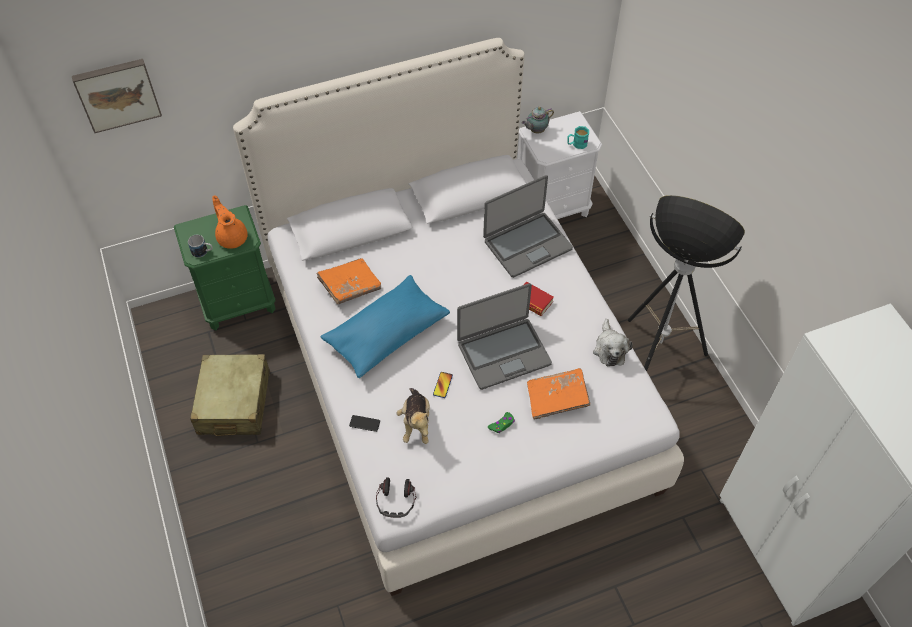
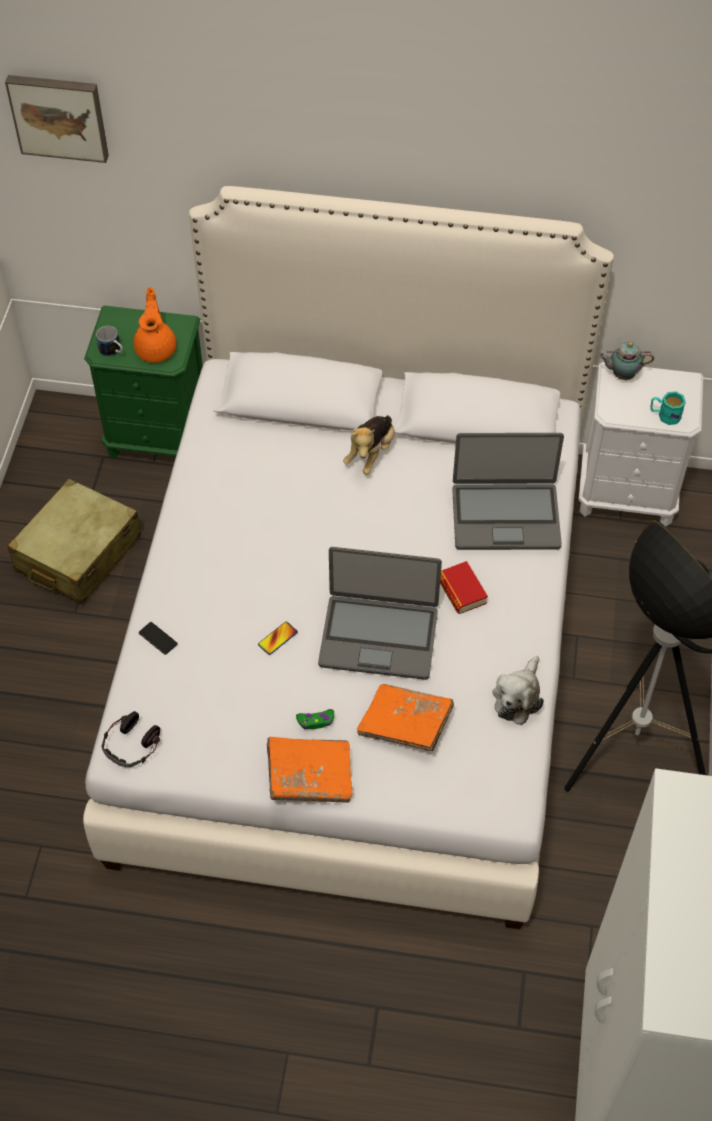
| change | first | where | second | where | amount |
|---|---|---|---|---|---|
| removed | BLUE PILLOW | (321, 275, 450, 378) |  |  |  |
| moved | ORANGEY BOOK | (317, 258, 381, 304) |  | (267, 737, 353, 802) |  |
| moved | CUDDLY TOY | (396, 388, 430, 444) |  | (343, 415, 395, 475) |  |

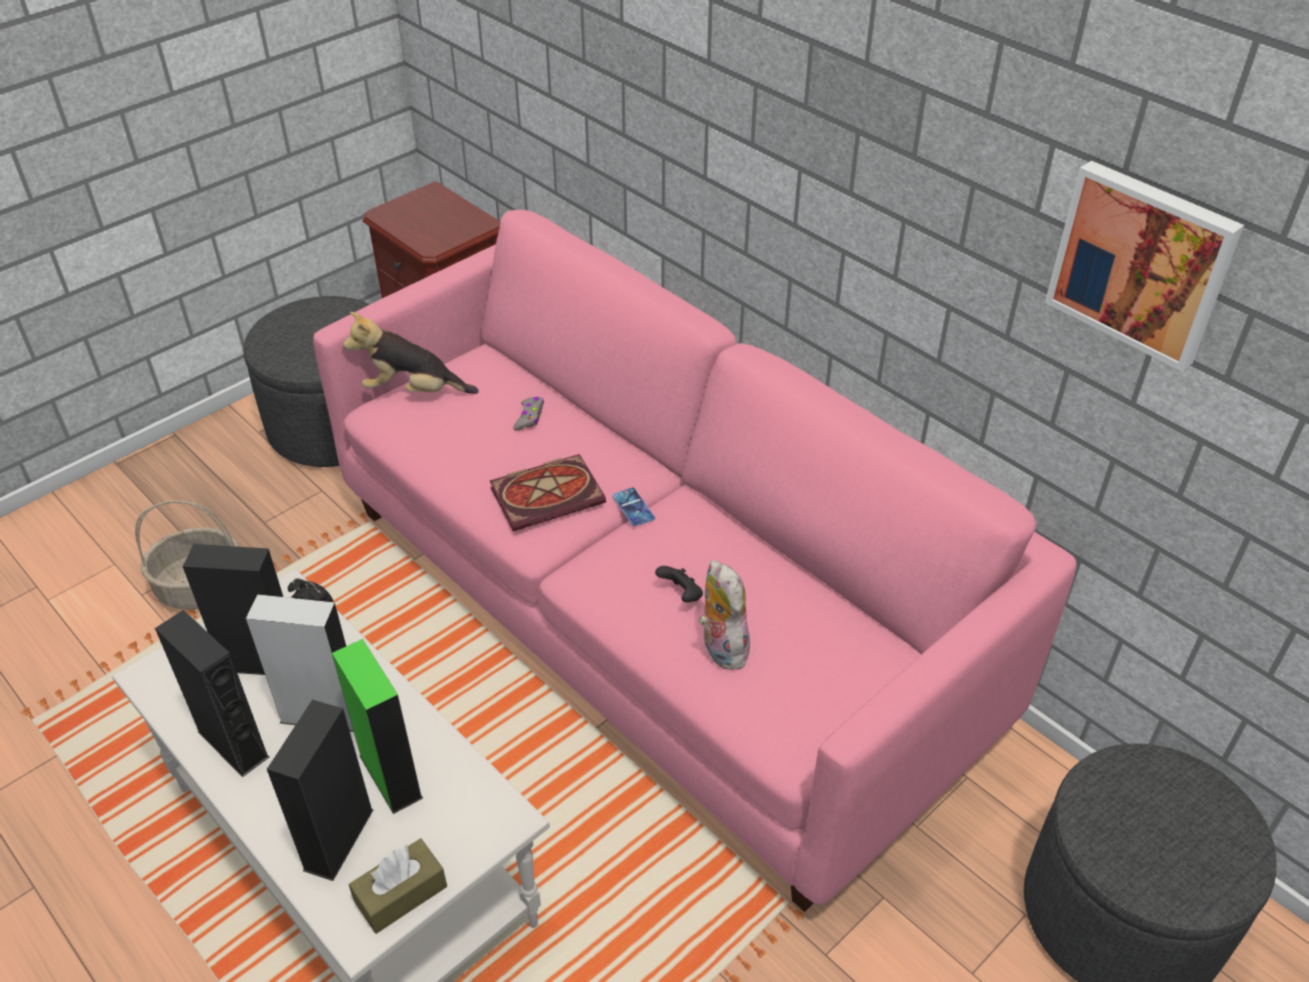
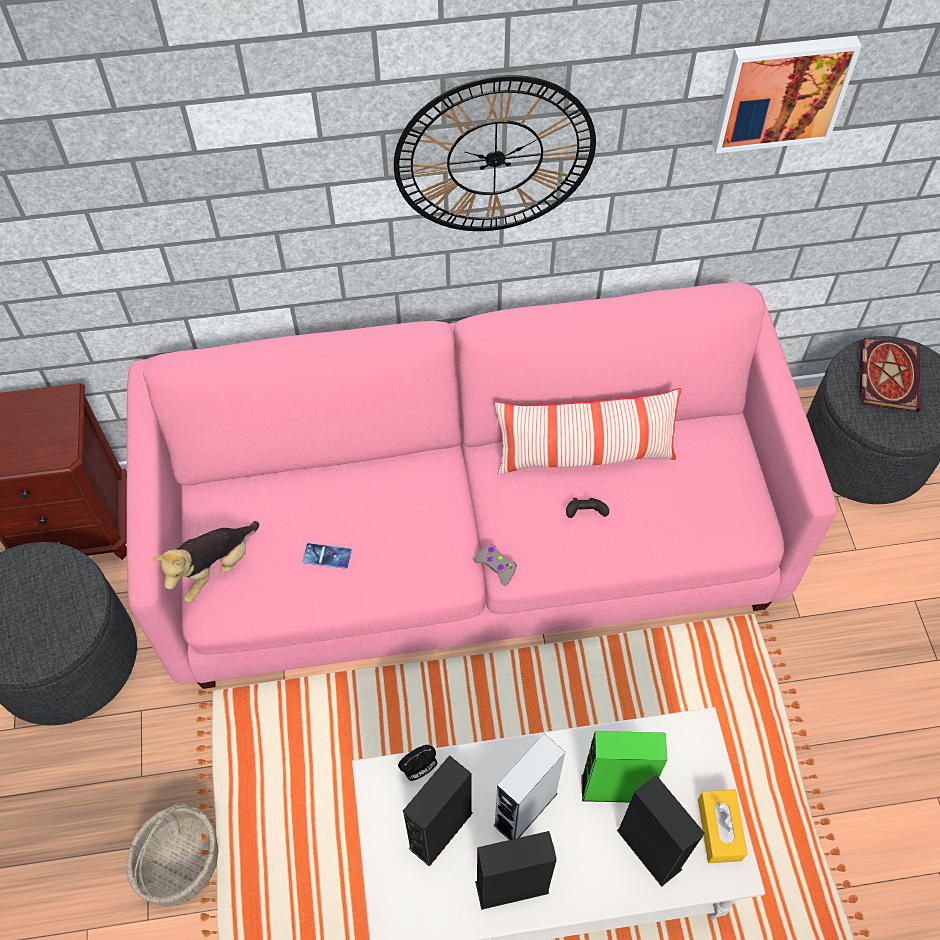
| change | first | where | second | where | amount |
|---|---|---|---|---|---|
| removed | CUDDLY TOY | (699, 560, 751, 670) |  |  |  |
| added |  |  | WALL CLOCK | (394, 75, 596, 231) |  |
| added |  |  | PILLOW | (495, 388, 681, 475) |  |
| moved | BOOK | (490, 454, 606, 531) |  | (860, 338, 921, 412) |  |
| moved | GREYISH JOYPAD | (513, 397, 544, 430) |  | (474, 544, 517, 586) |  |
| moved | HANDSET | (612, 487, 655, 527) |  | (303, 543, 352, 569) |  |
| recoloured | BROWNISH TISSUE HOLDER | (349, 839, 447, 934) | YELLOWISH TISSUE HOLDER | (698, 789, 748, 863) |  |

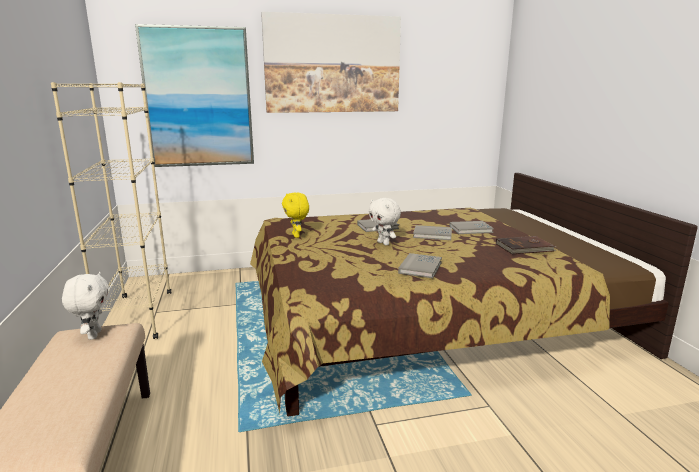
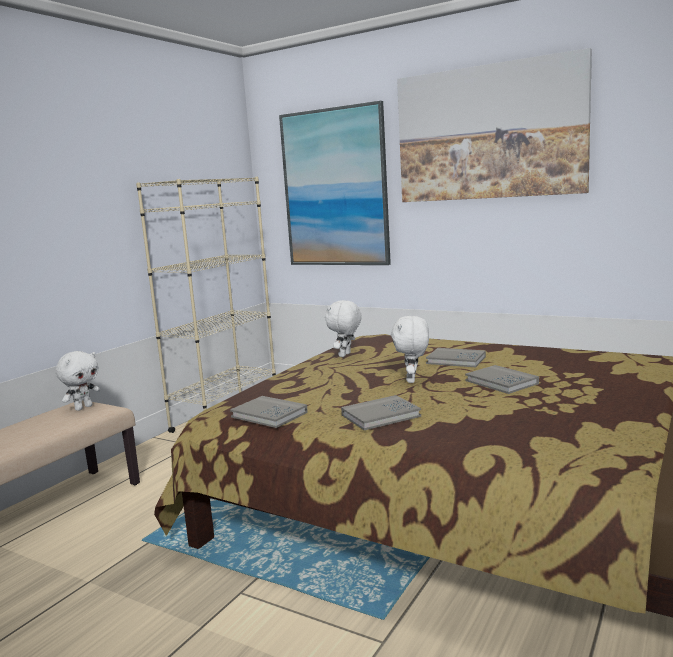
| change | first | where | second | where | amount |
|---|---|---|---|---|---|
| removed | BROWNISH BOOK | (496, 236, 557, 254) |  |  |  |
| moved | GREYISH BOOK | (449, 221, 494, 234) |  | (230, 396, 308, 428) |  |
| recoloured | YELLOWISH CUDDLY TOY | (282, 192, 309, 238) | WHITISH CUDDLY TOY | (325, 300, 362, 357) |  |

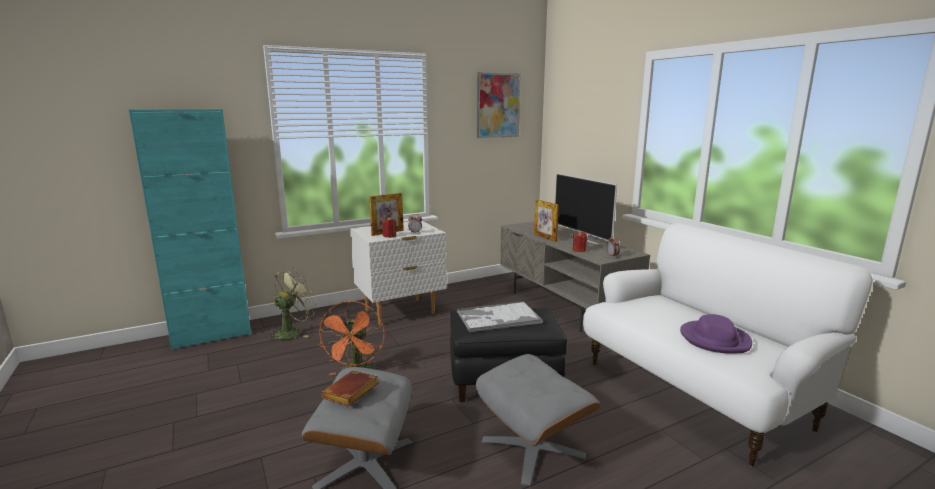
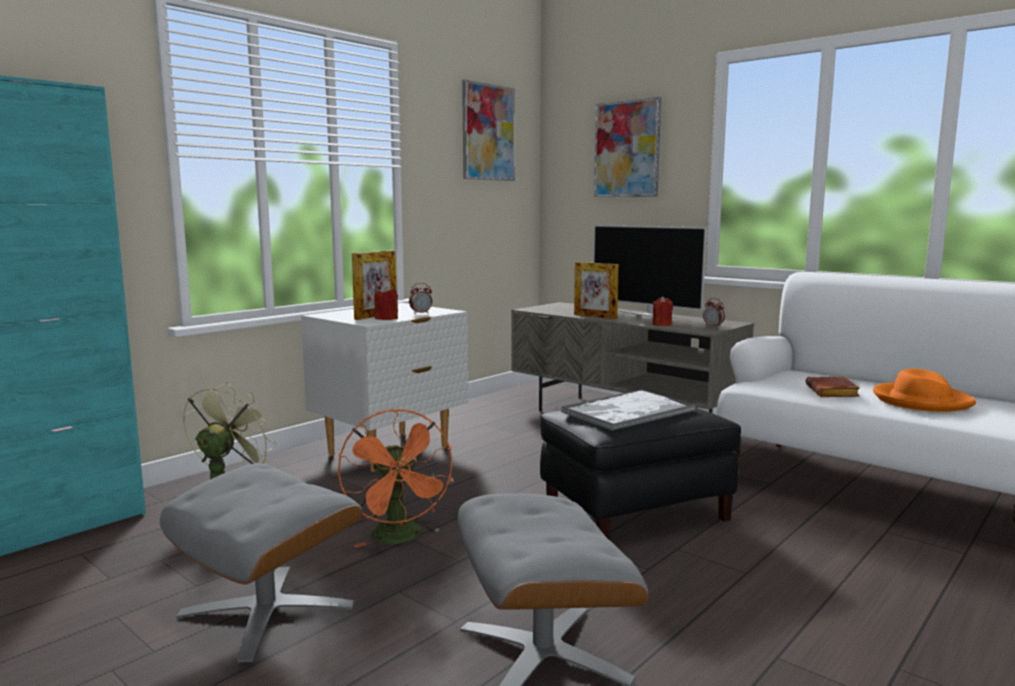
| change | first | where | second | where | amount |
|---|---|---|---|---|---|
| added |  |  | PICTURE | (594, 97, 661, 197) |  |
| moved | BROWNISH BOOK | (321, 370, 378, 406) |  | (806, 376, 860, 397) |  |
| moved | GREYISH OTTOMAN | (476, 354, 601, 486) |  | (160, 463, 363, 663) |  |
| recoloured | PURPLE HAT | (680, 314, 752, 354) | ORANGEY HAT | (873, 369, 976, 412) |  |

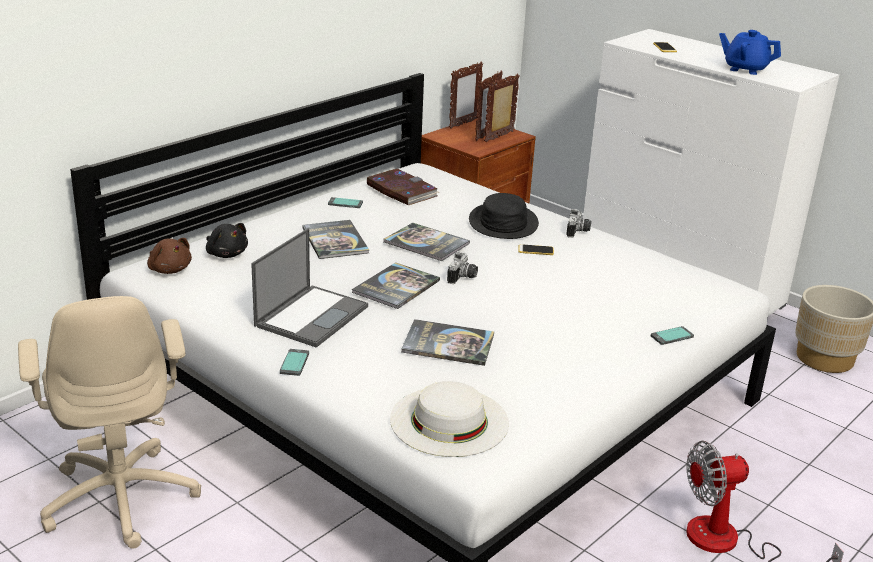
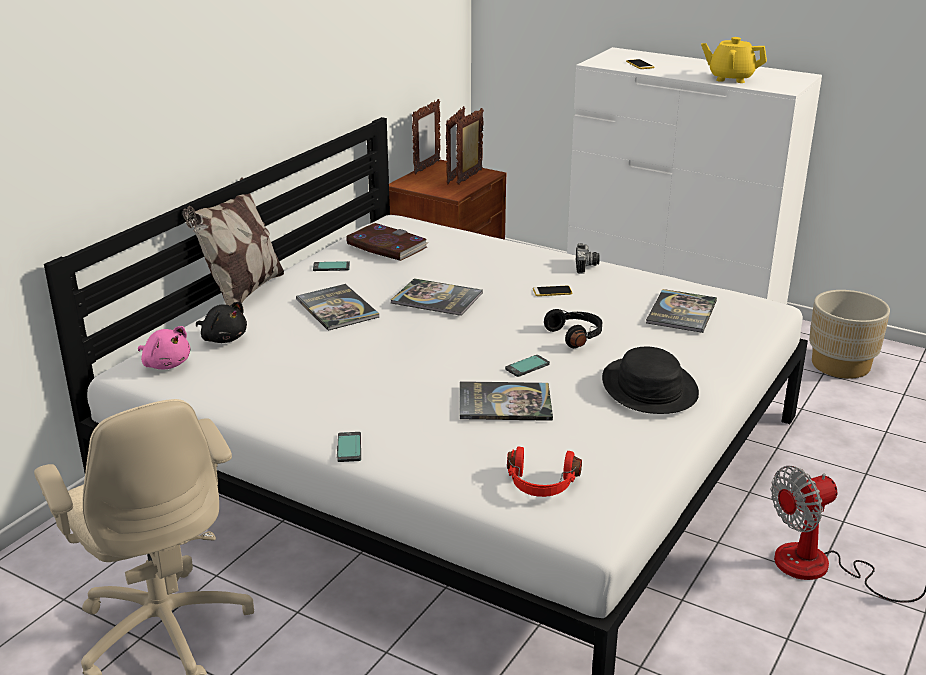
| change | first | where | second | where | amount |
|---|---|---|---|---|---|
| removed | PORTABLE COMPUTER | (251, 228, 368, 348) |  |  |  |
| removed | PHOTO CAMERA | (447, 252, 478, 284) |  |  |  |
| added |  |  | PILLOW | (183, 177, 284, 306) |  |
| added |  |  | BLACK-COLOURED PAIR OF HEADPHONES | (544, 309, 602, 348) |  |
| moved | BOOK | (352, 262, 440, 309) |  | (646, 289, 717, 333) |  |
| moved | BLACK-COLOURED HAT | (469, 193, 539, 239) |  | (602, 347, 699, 414) |  |
| moved | HANDSET | (651, 326, 694, 345) |  | (505, 355, 550, 377) |  |
| replaced | WHITISH HAT | (390, 381, 509, 457) | RED PAIR OF HEADPHONES | (507, 447, 582, 497) |  |
| recoloured | BROWNISH CUDDLY TOY | (147, 238, 192, 274) | PINK-COLOURED CUDDLY TOY | (138, 326, 190, 369) |  |
| recoloured | BLUE POT FOR TEA | (719, 30, 781, 75) | YELLOWISH POT FOR TEA | (701, 37, 767, 83) |  |

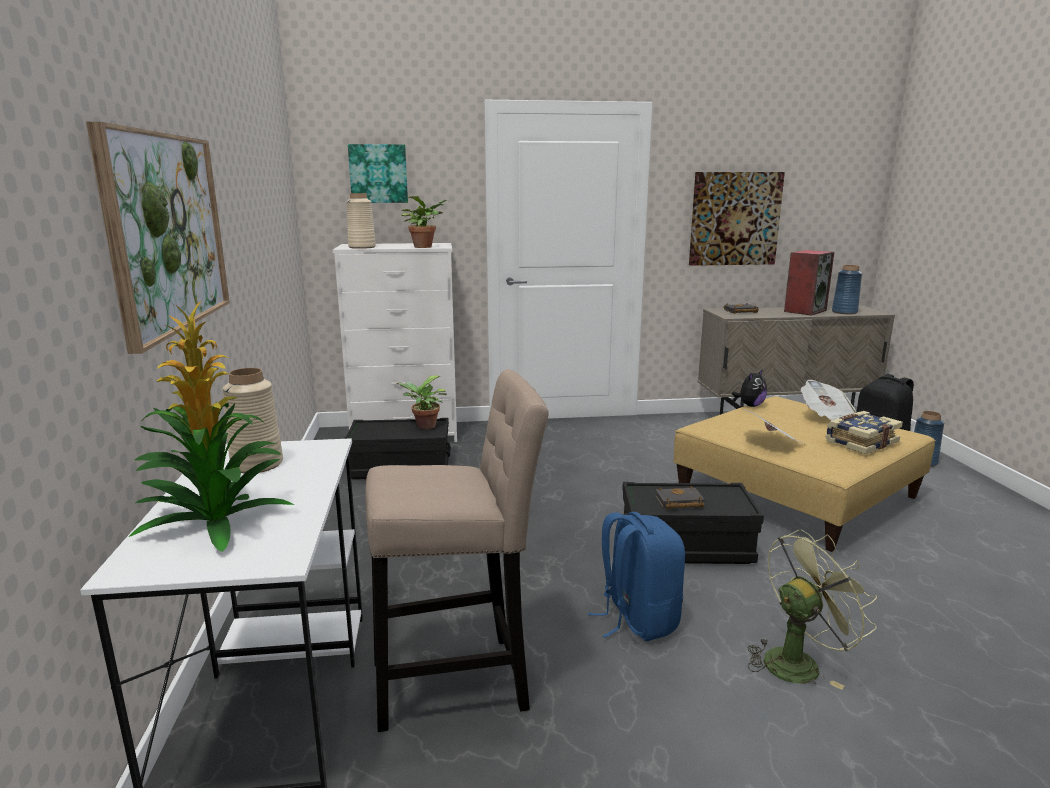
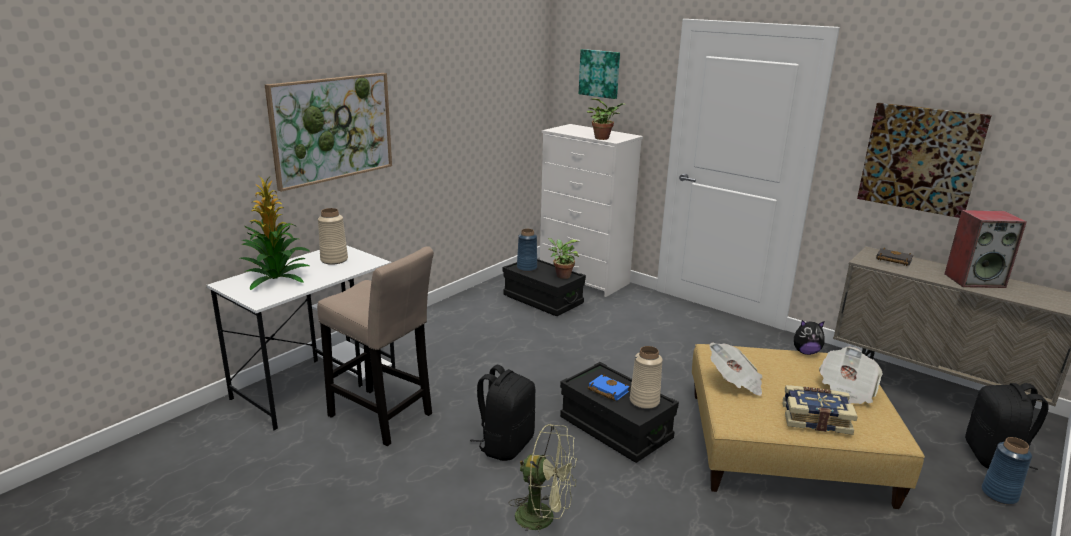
| change | first | where | second | where | amount |
|---|---|---|---|---|---|
| moved | BEIGE-COLOURED DECORATIVE VASE | (347, 193, 376, 249) |  | (630, 346, 663, 409) |  |
| moved | BLUE DECORATIVE VASE | (832, 265, 862, 314) |  | (517, 229, 537, 272) |  |
| recoloured | BLUE KNAPSACK | (587, 512, 685, 641) | BLACK-COLOURED KNAPSACK | (470, 365, 535, 461) |  |
| recoloured | BLACK-COLOURED BOOK | (656, 486, 705, 509) | BLUE BOOK | (588, 375, 630, 401) |  |

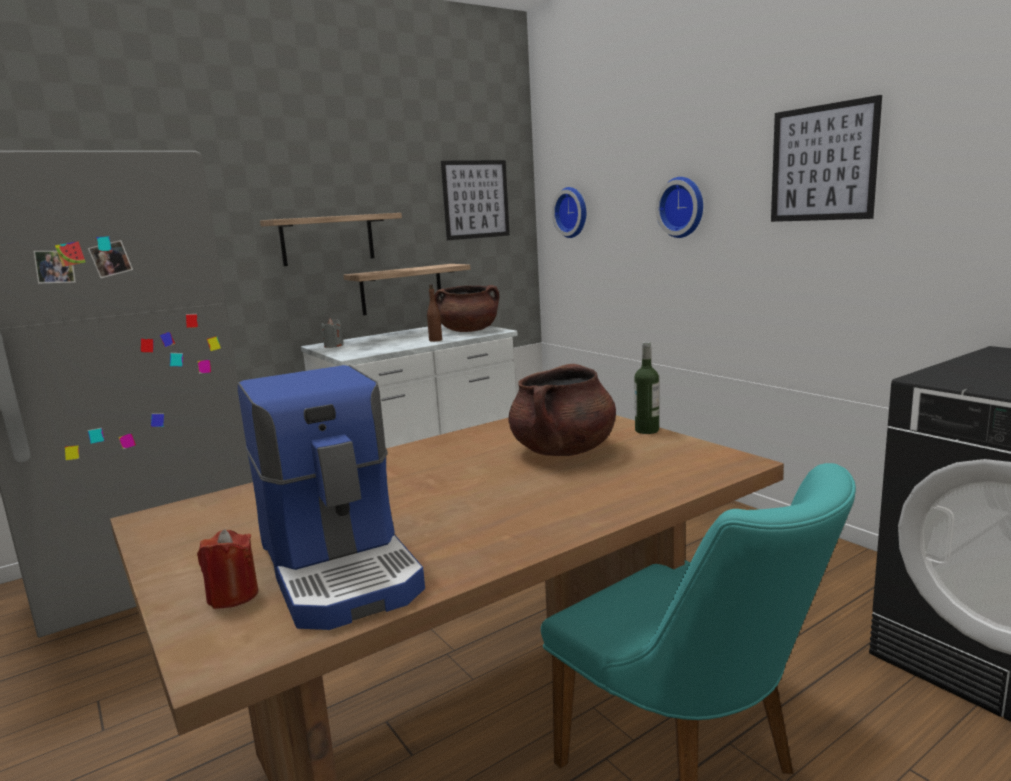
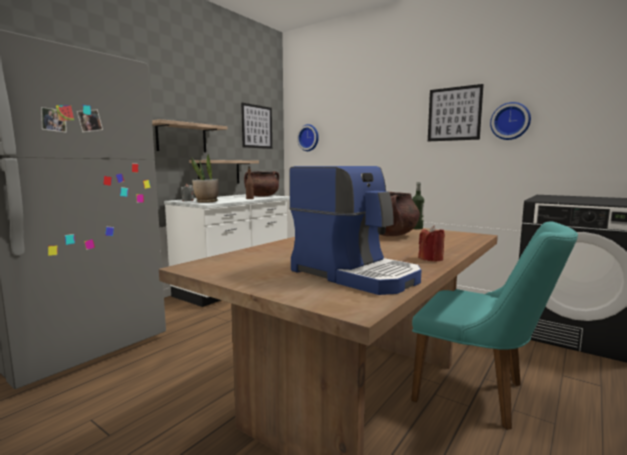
| change | first | where | second | where | amount |
|---|---|---|---|---|---|
| added |  |  | PLANT IN A POT | (191, 154, 219, 203) |  |
| moved | RED WAX CANDLE | (197, 529, 258, 609) |  | (418, 226, 445, 262) |  |
| moved | WALL CLOCK | (656, 177, 703, 238) |  | (490, 102, 531, 140) |  |

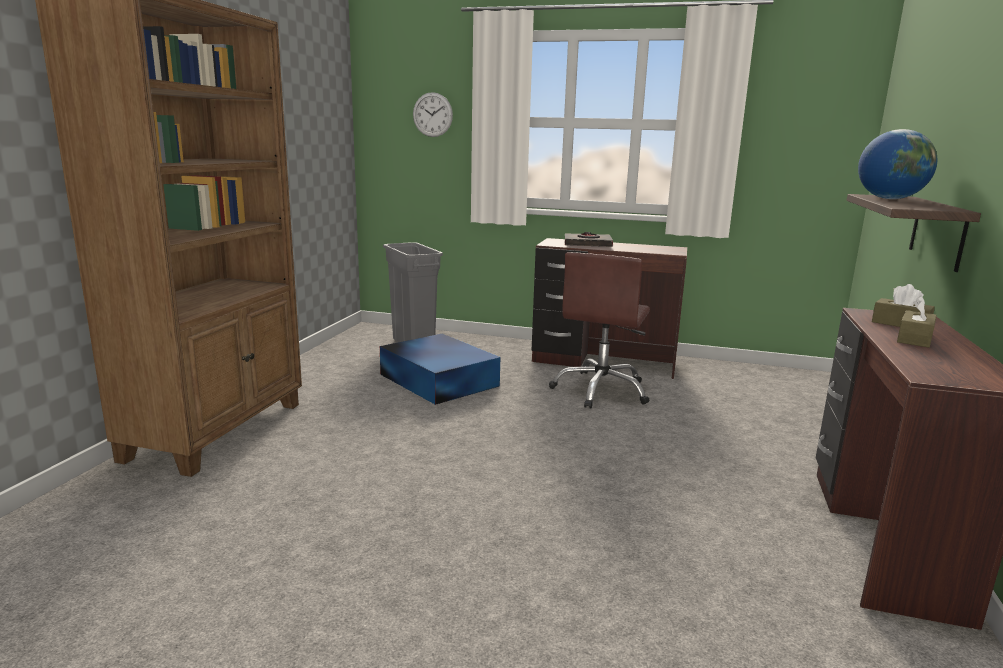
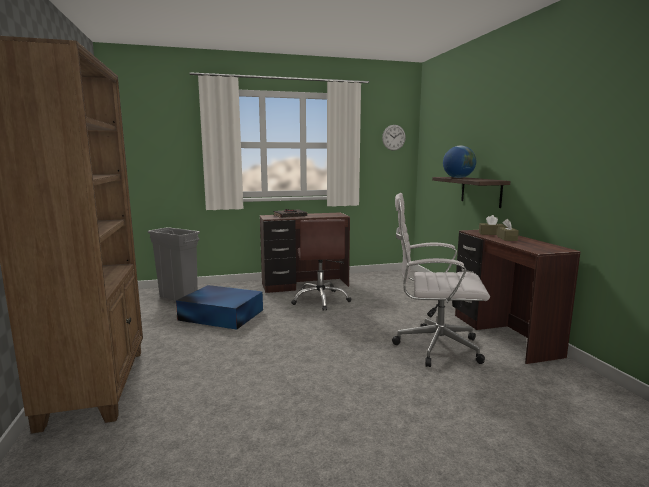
| change | first | where | second | where | amount |
|---|---|---|---|---|---|
| added |  |  | WHITISH COMPUTER CHAIR | (392, 193, 490, 367) |  |
| moved | WALL CLOCK | (413, 92, 453, 137) |  | (382, 125, 406, 151) |  |

